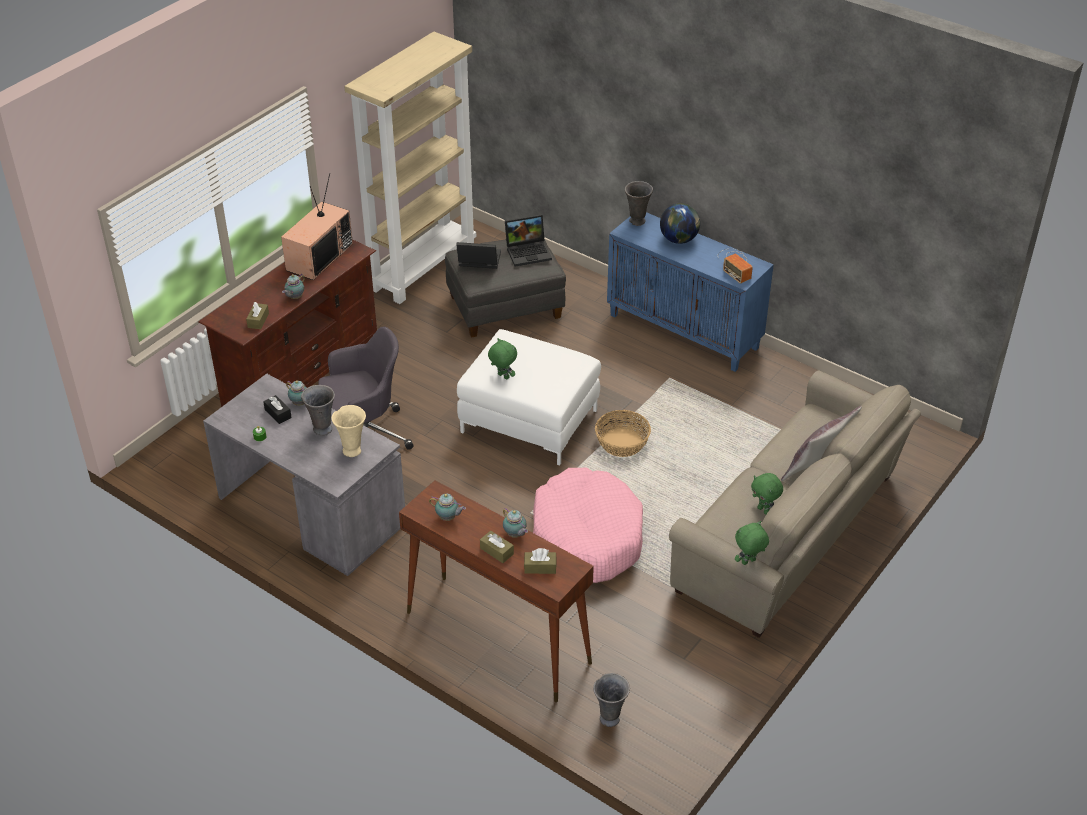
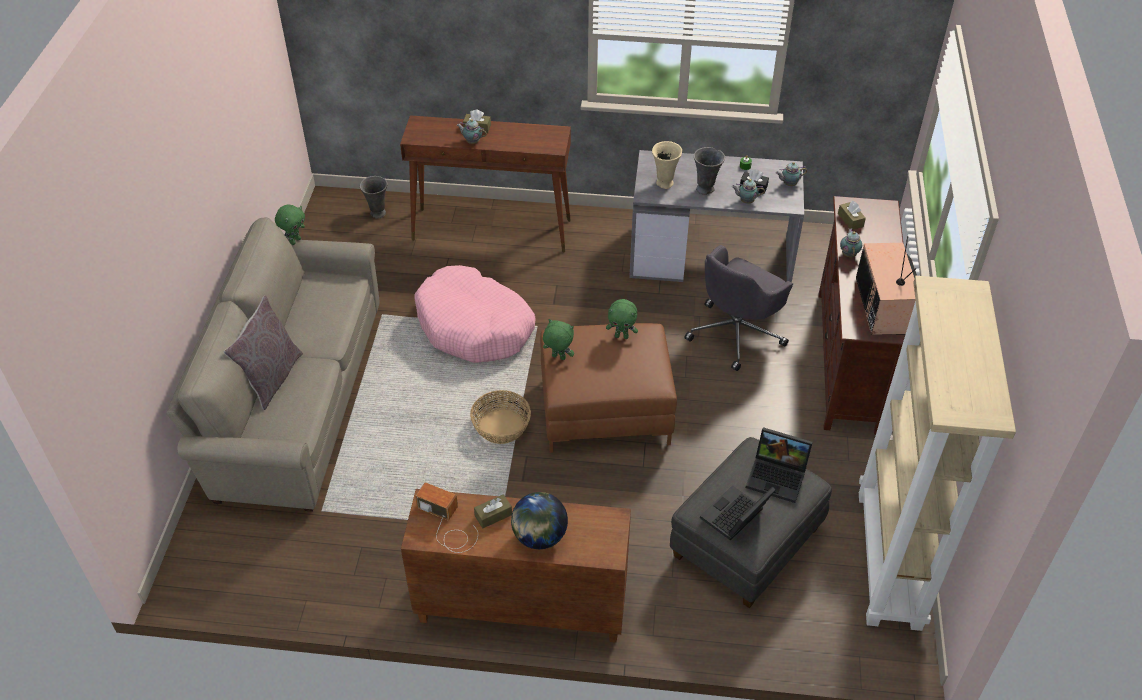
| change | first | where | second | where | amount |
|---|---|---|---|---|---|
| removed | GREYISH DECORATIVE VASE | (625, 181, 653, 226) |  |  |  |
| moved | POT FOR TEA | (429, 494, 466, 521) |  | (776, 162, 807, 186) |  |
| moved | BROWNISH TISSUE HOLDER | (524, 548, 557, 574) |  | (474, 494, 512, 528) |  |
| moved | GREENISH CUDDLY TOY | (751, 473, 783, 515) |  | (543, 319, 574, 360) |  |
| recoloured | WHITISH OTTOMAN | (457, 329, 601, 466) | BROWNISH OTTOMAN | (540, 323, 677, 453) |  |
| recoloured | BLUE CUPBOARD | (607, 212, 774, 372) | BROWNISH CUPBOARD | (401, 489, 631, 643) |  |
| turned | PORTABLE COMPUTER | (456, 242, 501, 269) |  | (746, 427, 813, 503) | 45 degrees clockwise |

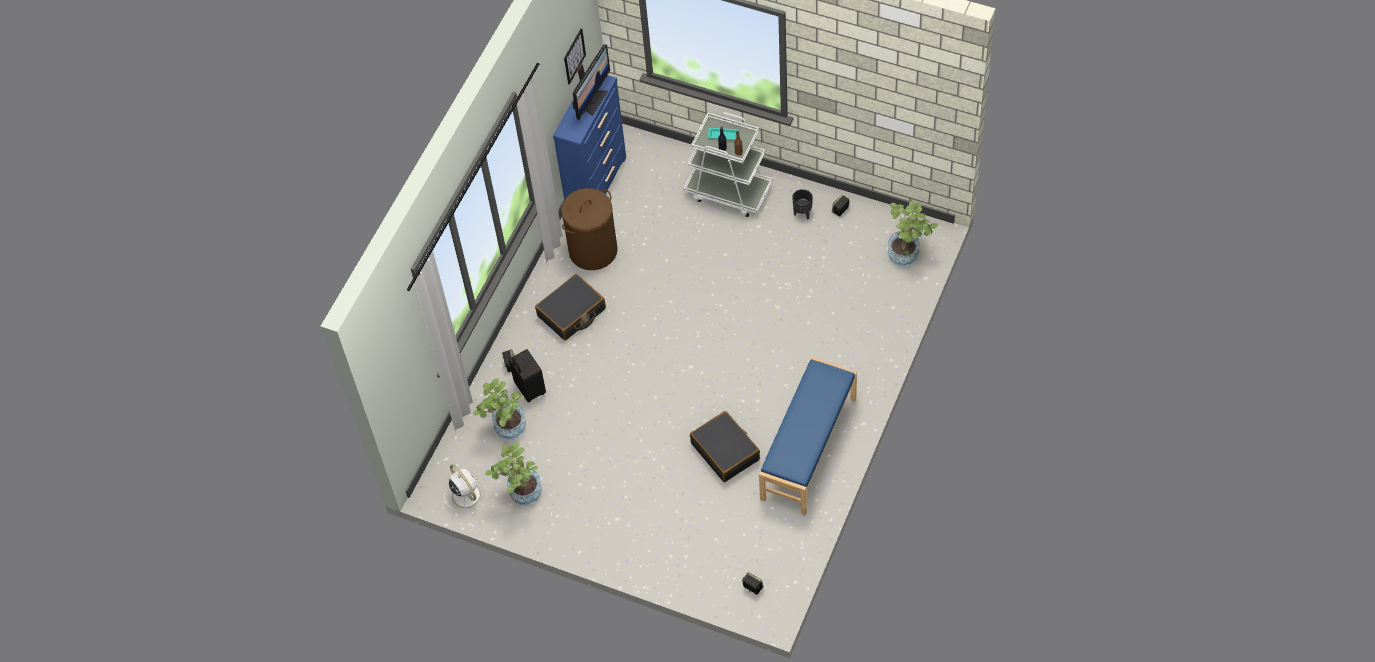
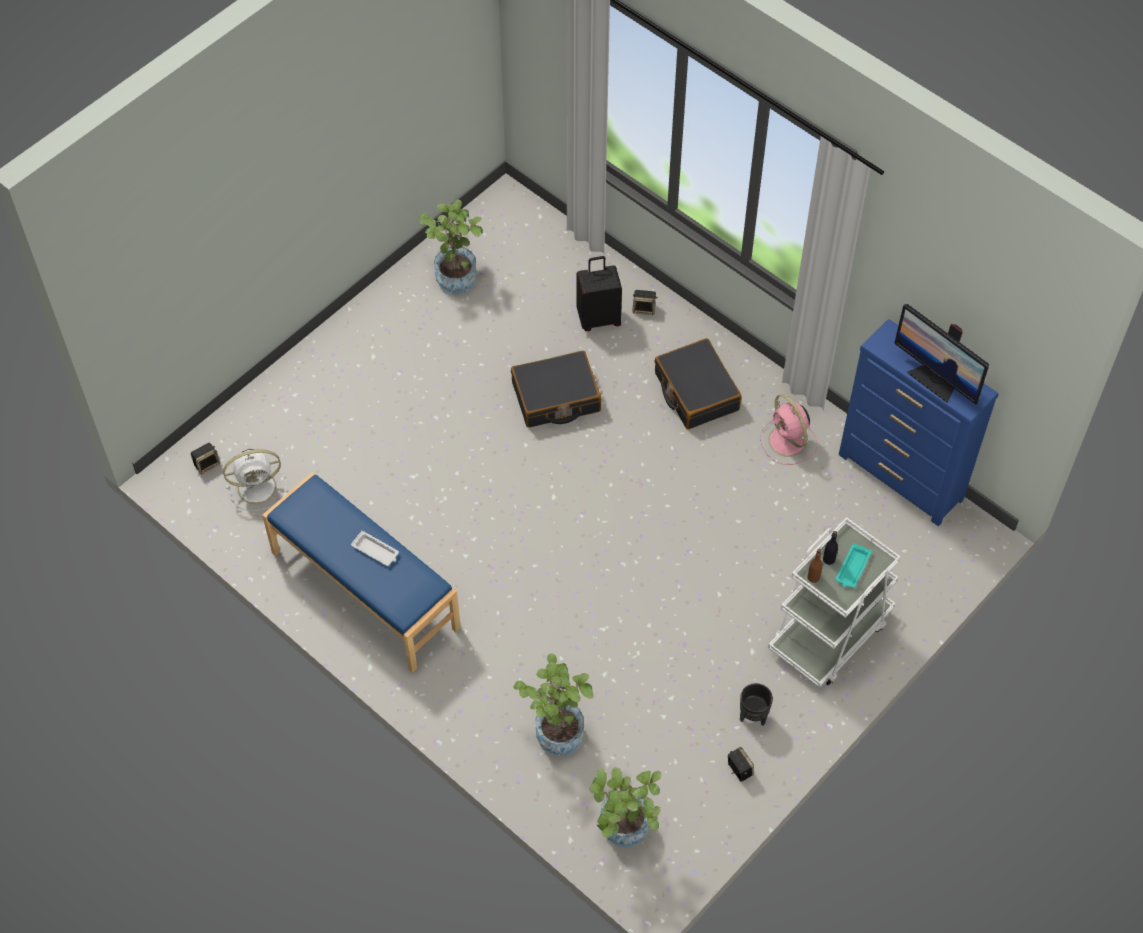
| change | first | where | second | where | amount |
|---|---|---|---|---|---|
| removed | PICTURE | (564, 29, 586, 85) |  |  |  |
| added |  |  | WHITISH CARRYING TRAY | (351, 531, 399, 566) |  |
| moved | WHITISH FAN | (444, 464, 487, 515) |  | (223, 449, 286, 511) |  |
| moved | PLANT IN A POT | (473, 378, 526, 440) |  | (514, 654, 594, 756) |  |
| moved | BLACK-COLOURED PIECE OF LUGGAGE | (690, 411, 760, 482) |  | (511, 351, 601, 428) |  |
| replaced | BROWNISH HAMPER | (561, 188, 618, 270) | PINK-COLOURED FAN | (760, 394, 818, 465) |  |

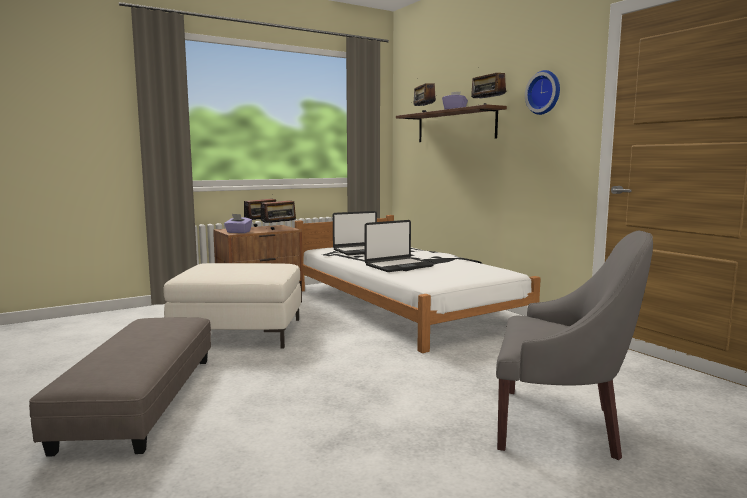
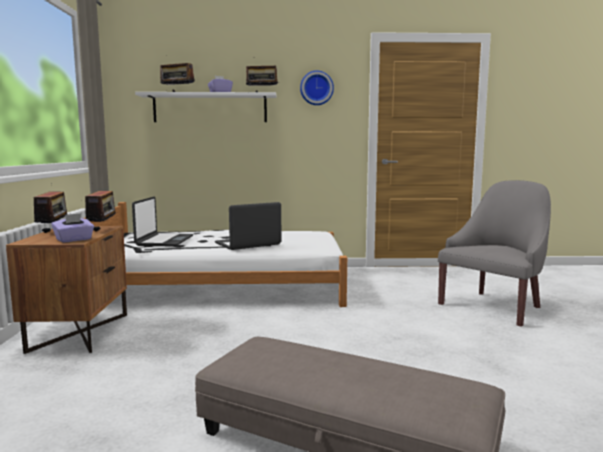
| change | first | where | second | where | amount |
|---|---|---|---|---|---|
| removed | WHITISH OTTOMAN | (163, 263, 301, 348) |  |  |  |
| recoloured | BROWNISH WALL SHELF | (396, 104, 507, 142) | WHITISH WALL SHELF | (135, 92, 277, 122) |  |
| turned | PORTABLE COMPUTER | (364, 220, 434, 272) |  | (215, 202, 281, 250) | 120 degrees counterclockwise |

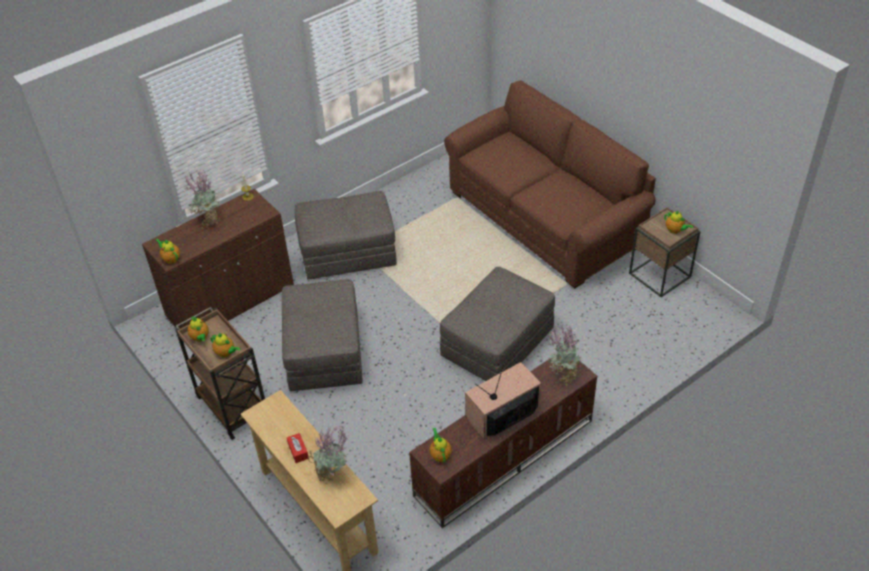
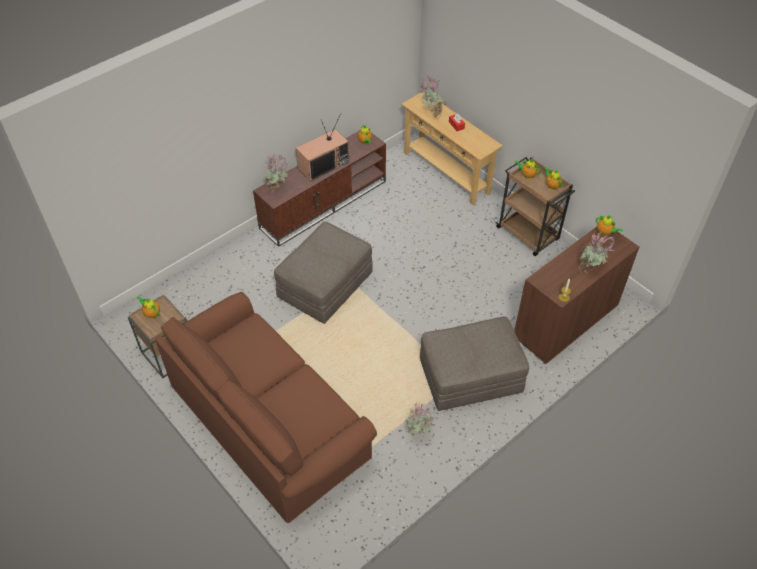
| change | first | where | second | where | amount |
|---|---|---|---|---|---|
| removed | GREYISH OTTOMAN | (282, 279, 363, 391) |  |  |  |
| added |  |  | PLANT IN A POT | (405, 403, 435, 436) |  |

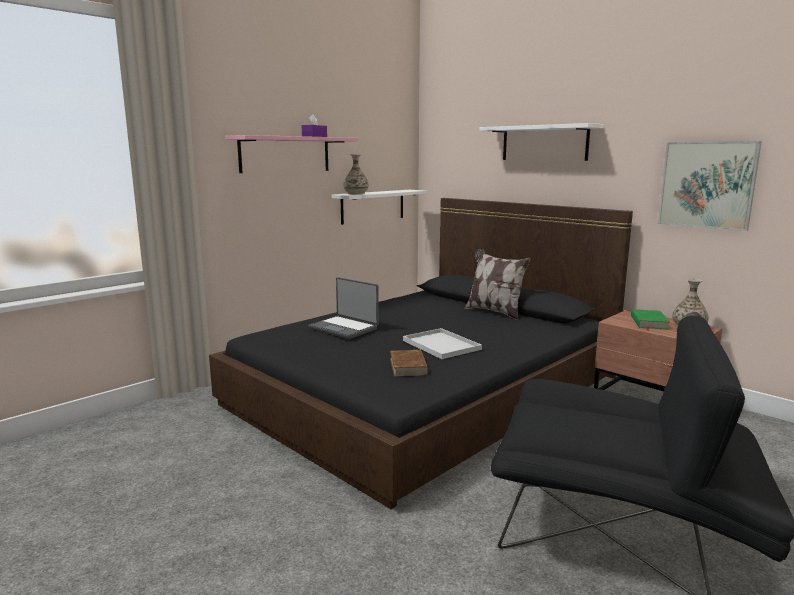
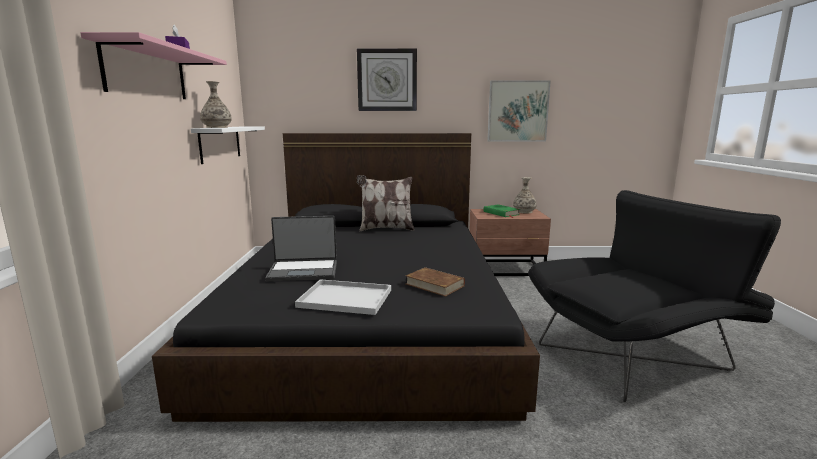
| change | first | where | second | where | amount |
|---|---|---|---|---|---|
| moved | WHITISH CARRYING TRAY | (403, 328, 482, 359) |  | (295, 279, 391, 315) |  |
| replaced | WHITISH WALL SHELF | (479, 123, 603, 161) | WALL CLOCK | (357, 48, 417, 111) |  |

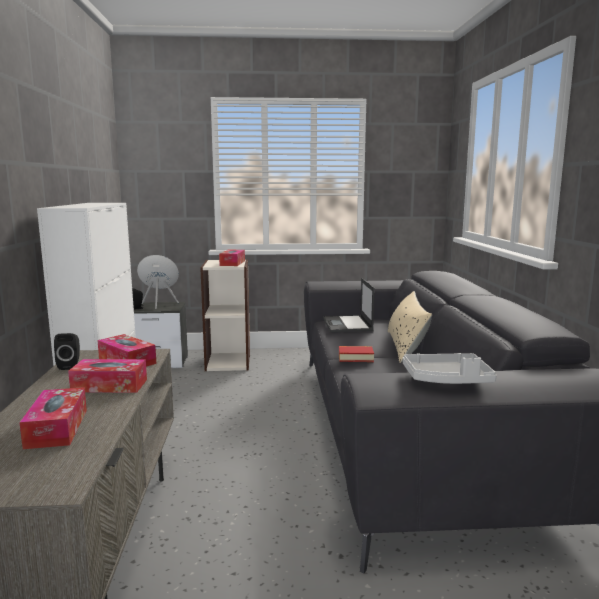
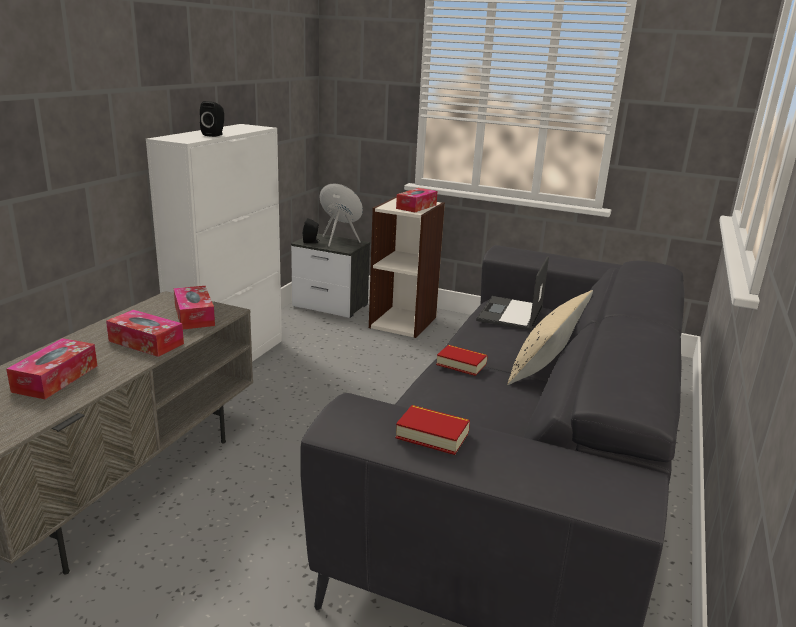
| change | first | where | second | where | amount |
|---|---|---|---|---|---|
| moved | BLACK-COLOURED AUDIO SPEAKER | (54, 333, 80, 370) |  | (200, 101, 224, 137) |  |
| replaced | GREYISH CARRYING TRAY | (403, 353, 497, 384) | BOOK | (395, 405, 470, 455) |  |

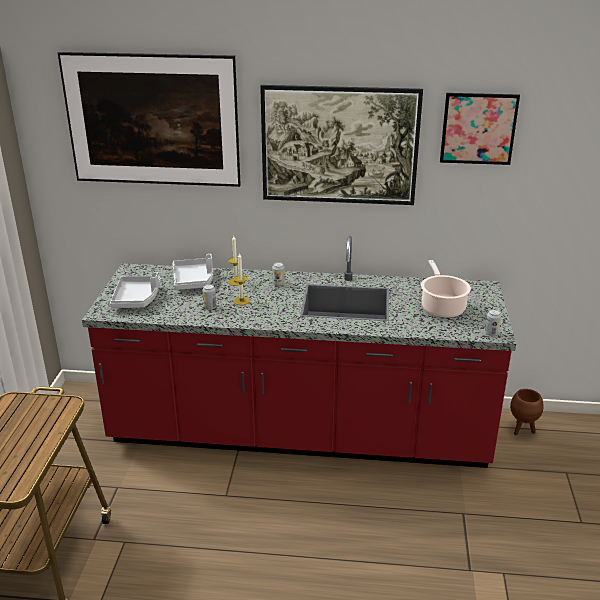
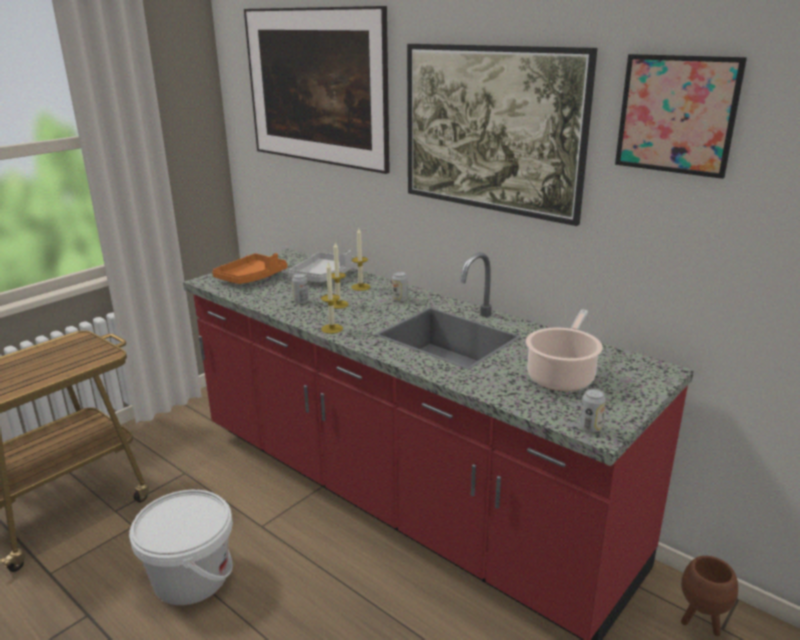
| change | first | where | second | where | amount |
|---|---|---|---|---|---|
| added |  |  | WHITISH BUCKET | (129, 490, 233, 605) |  |
| added |  |  | WAX CANDLE | (321, 262, 343, 334) |  |
| recoloured | GREYISH CARRYING TRAY | (110, 272, 161, 308) | ORANGEY CARRYING TRAY | (212, 253, 287, 284) |  |

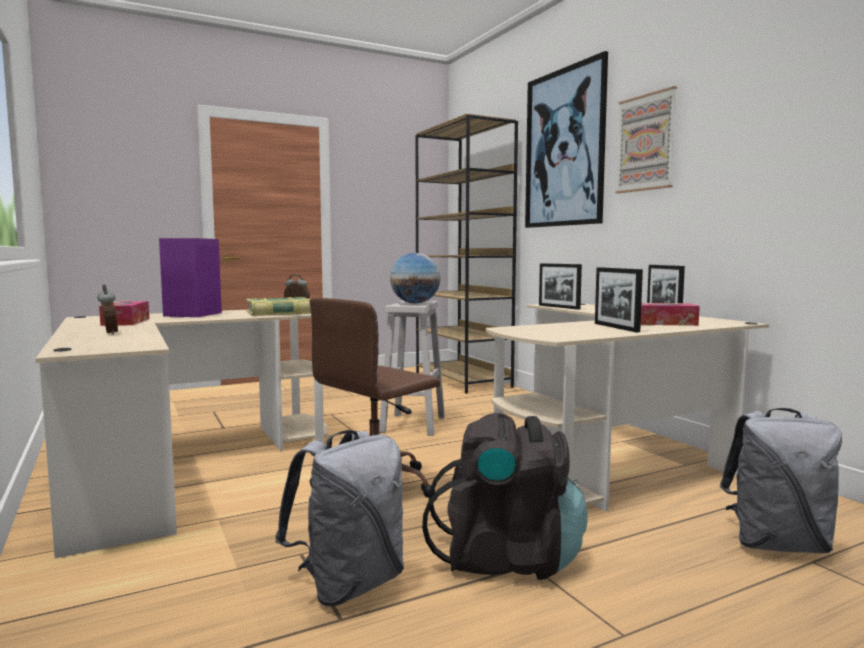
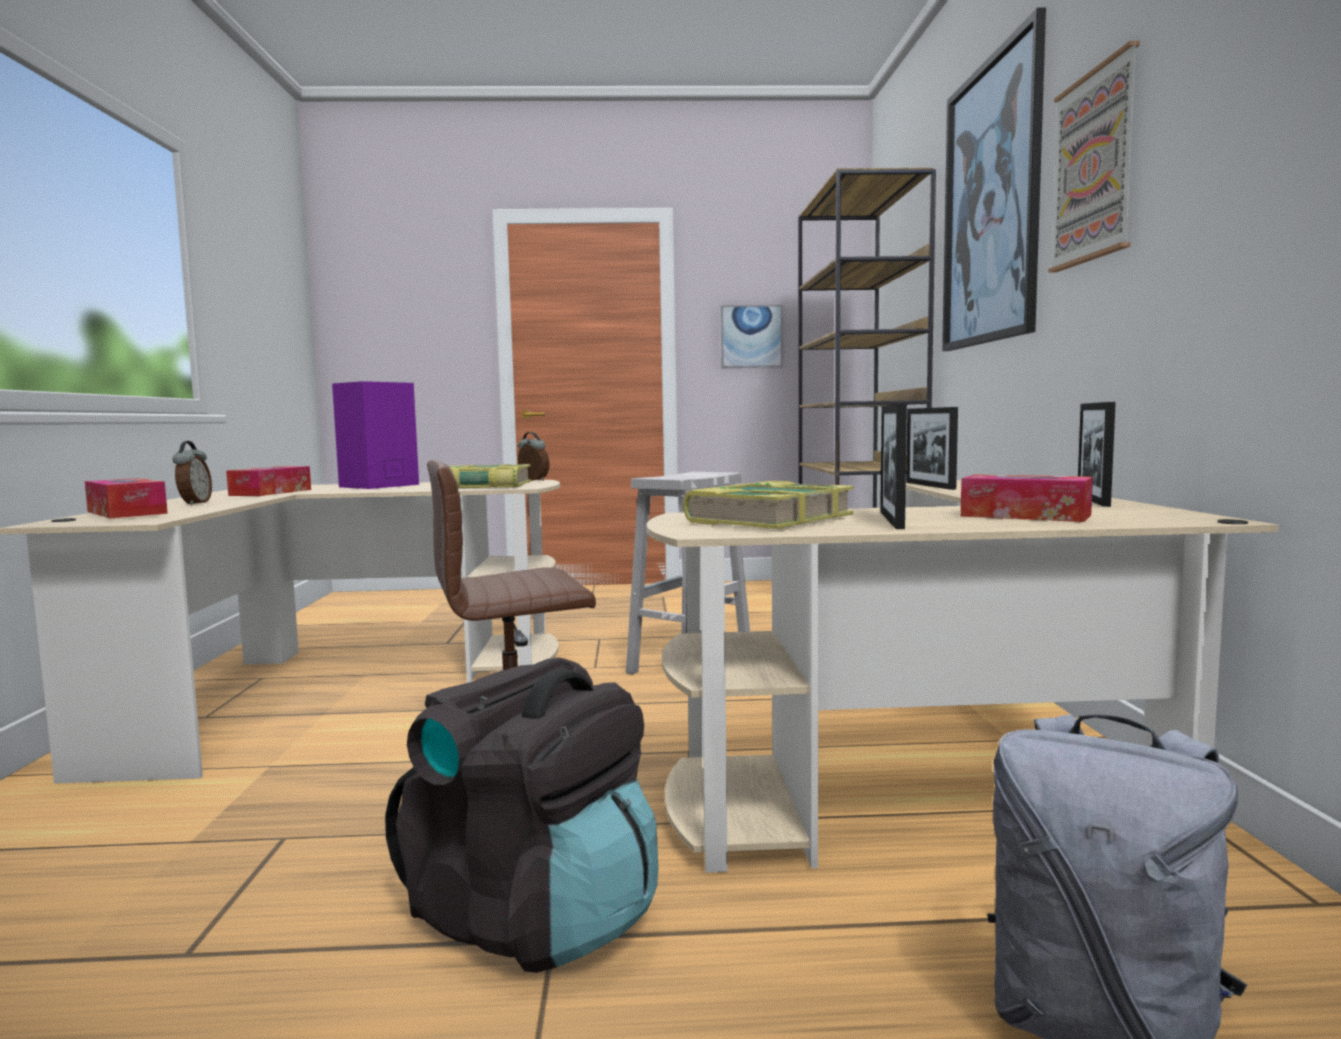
| change | first | where | second | where | amount |
|---|---|---|---|---|---|
| removed | GREYISH KNAPSACK | (275, 430, 404, 607) |  |  |  |
| removed | DESK GLOBE | (390, 253, 441, 303) |  |  |  |
| added |  |  | TISSUE HOLDER | (85, 478, 168, 518) |  |
| added |  |  | BOOK | (683, 481, 853, 529) |  |
| added |  |  | PICTURE | (720, 305, 783, 368) |  |

